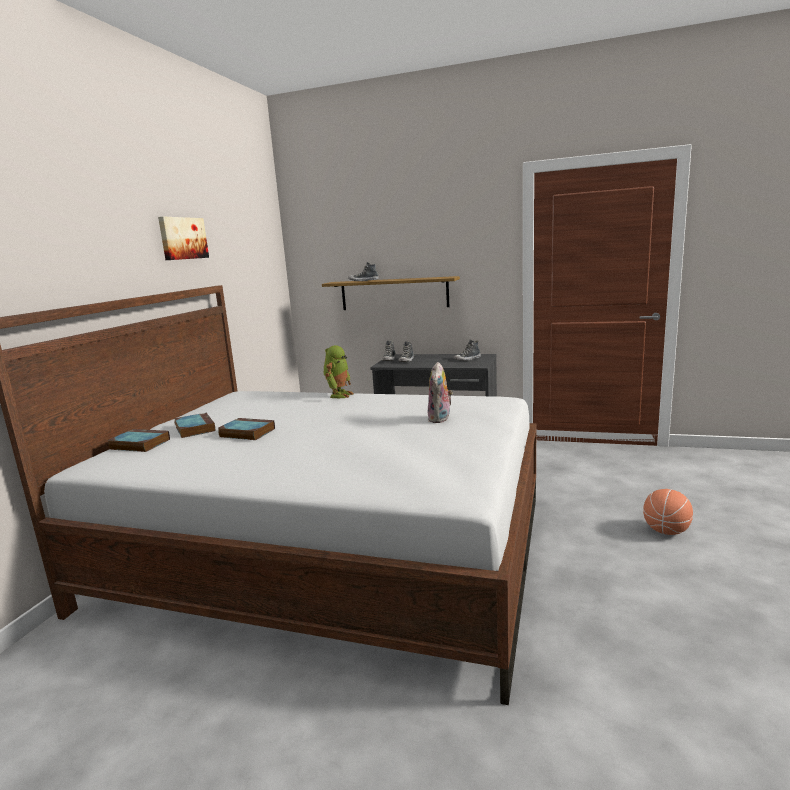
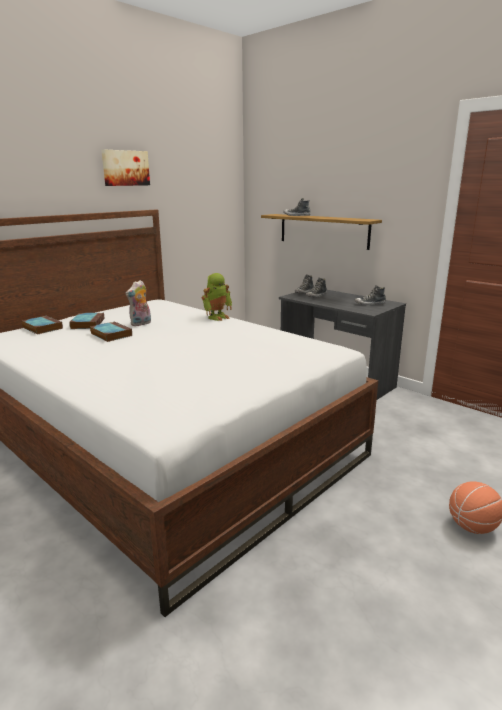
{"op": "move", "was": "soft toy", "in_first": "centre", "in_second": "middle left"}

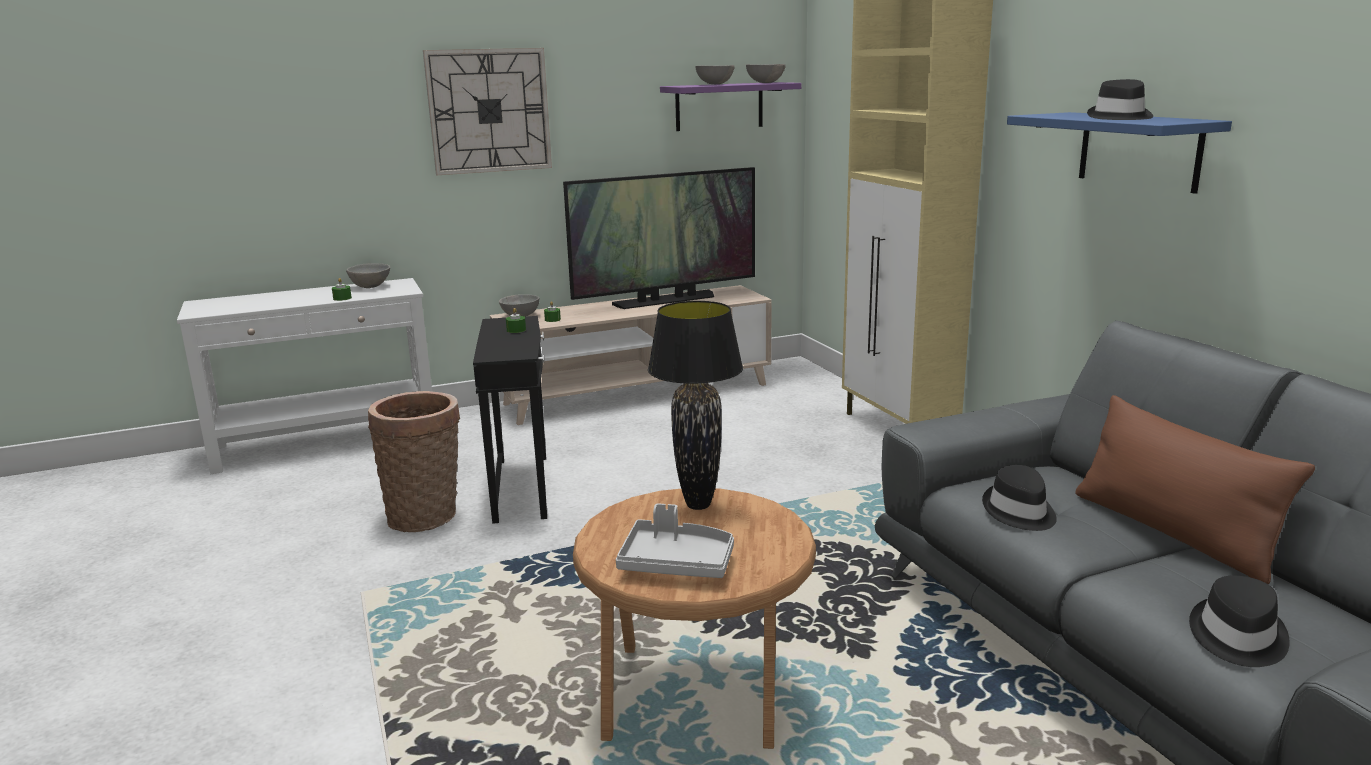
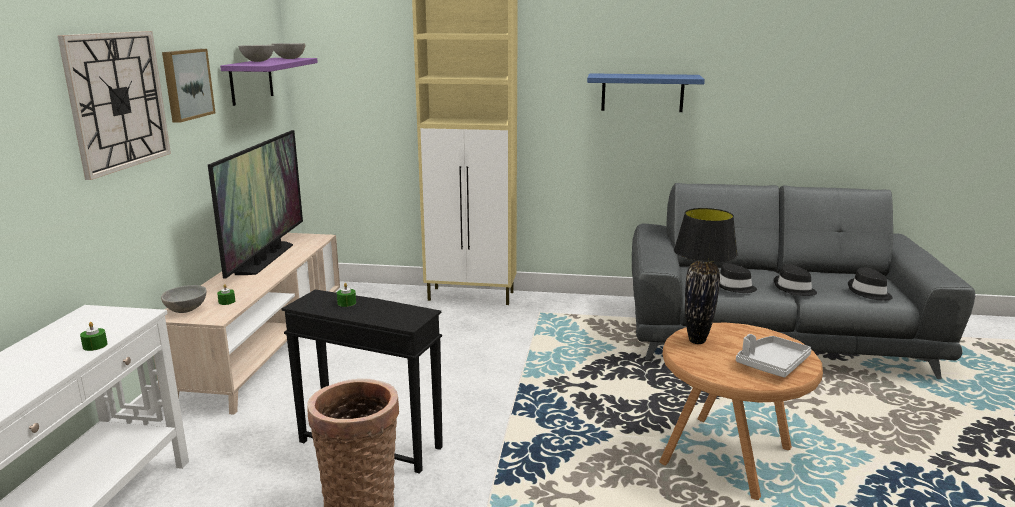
{"op": "insert", "now": "picture", "in_second": "top left"}
{"op": "move", "was": "wearable hat/black-coloured (2nd from left)", "in_first": "top right", "in_second": "middle right"}
{"op": "delete", "was": "bowl/greyish (1st from left)", "in_first": "middle left"}
{"op": "delete", "was": "throw pillow/brown", "in_first": "middle right"}

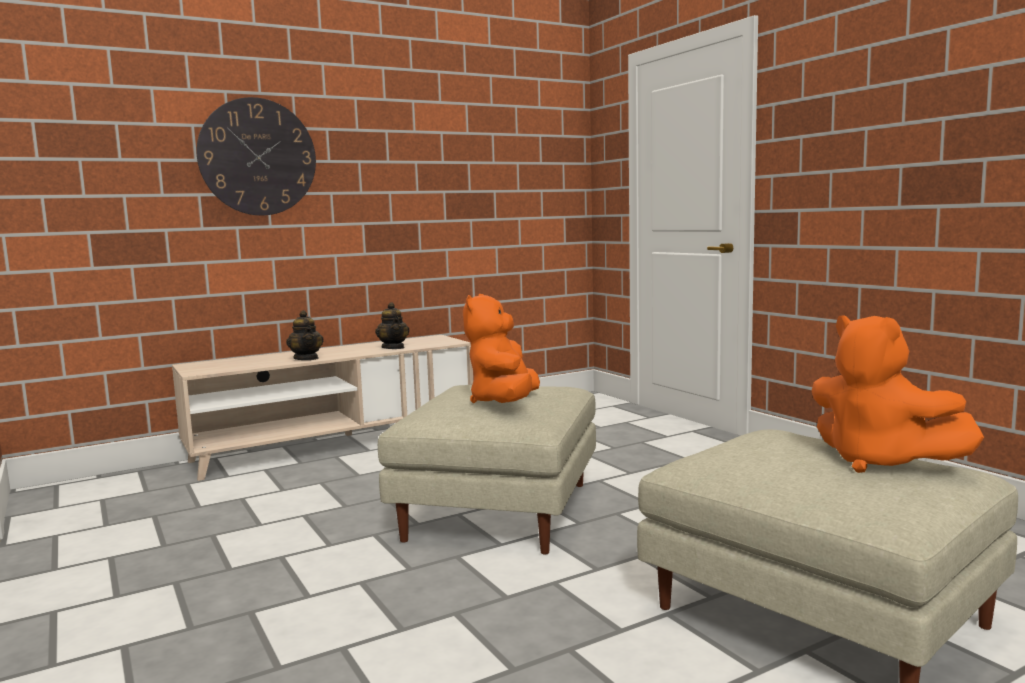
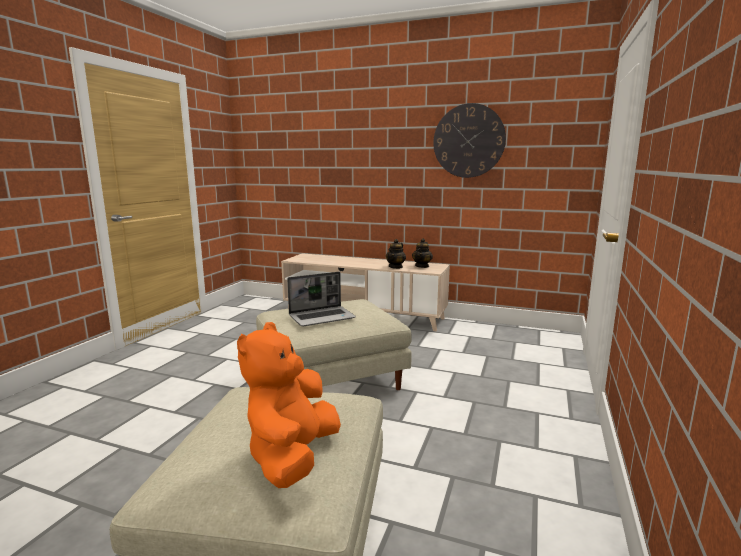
{"op": "replace", "was": "soft toy/orange (1st from left)", "now": "portable computer", "in_first": "centre", "in_second": "centre"}
{"op": "move", "was": "teapot (1st from left in the first image)", "now": "teapot (2nd from left)", "in_first": "middle left", "in_second": "centre"}
{"op": "move", "was": "clock on the wall", "in_first": "top left", "in_second": "top centre"}

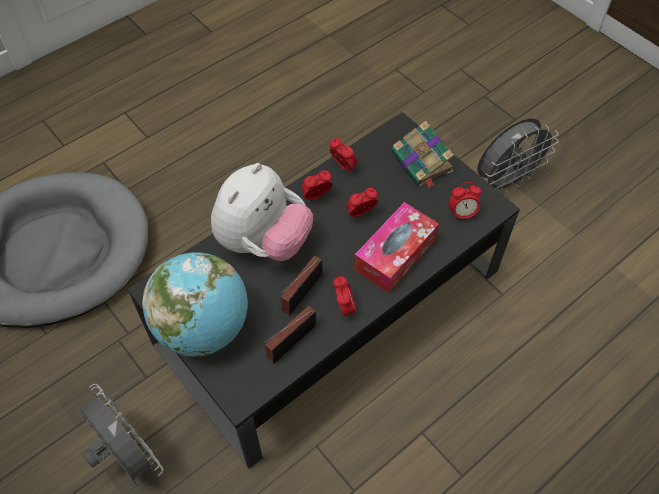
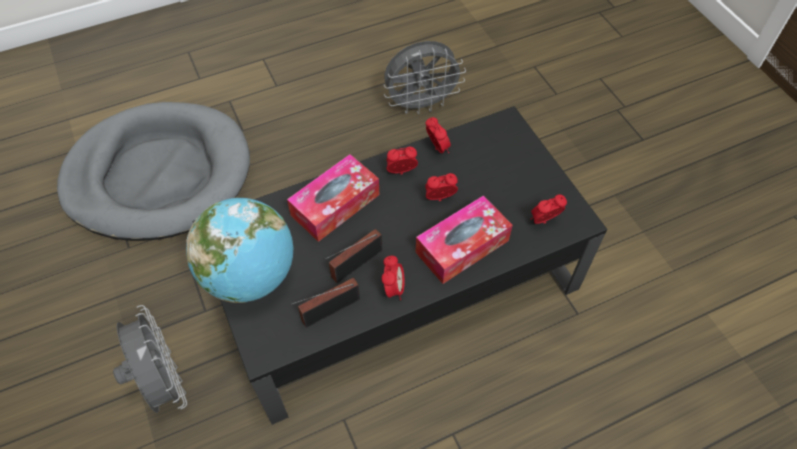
{"op": "replace", "was": "soft toy", "now": "tissue box (1st from left)", "in_first": "centre", "in_second": "centre"}
{"op": "move", "was": "electric fan/greyish (2nd from left)", "in_first": "top right", "in_second": "top centre"}
{"op": "rotate", "was": "table clock (5th from left)", "in_first": "middle right", "in_second": "middle right", "clockwise": 150}
{"op": "delete", "was": "volume", "in_first": "top centre"}

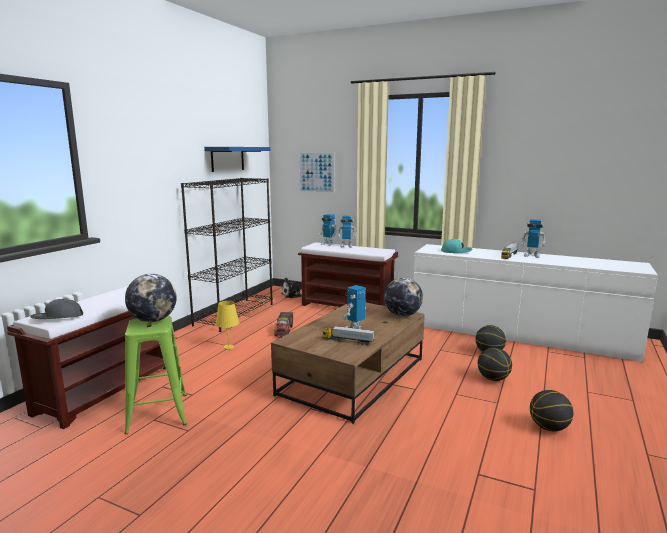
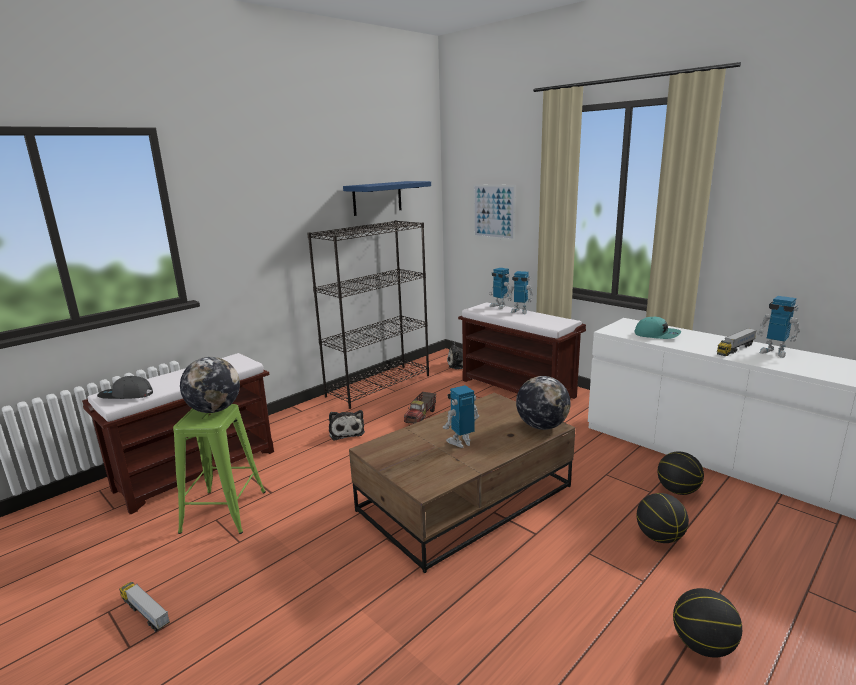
{"op": "move", "was": "toy lorry (2nd from left in the first image)", "now": "toy lorry (1st from left)", "in_first": "centre", "in_second": "bottom left"}
{"op": "replace", "was": "lamp for a table/yellow-coloured", "now": "soft toy (1st from left)", "in_first": "centre", "in_second": "centre"}

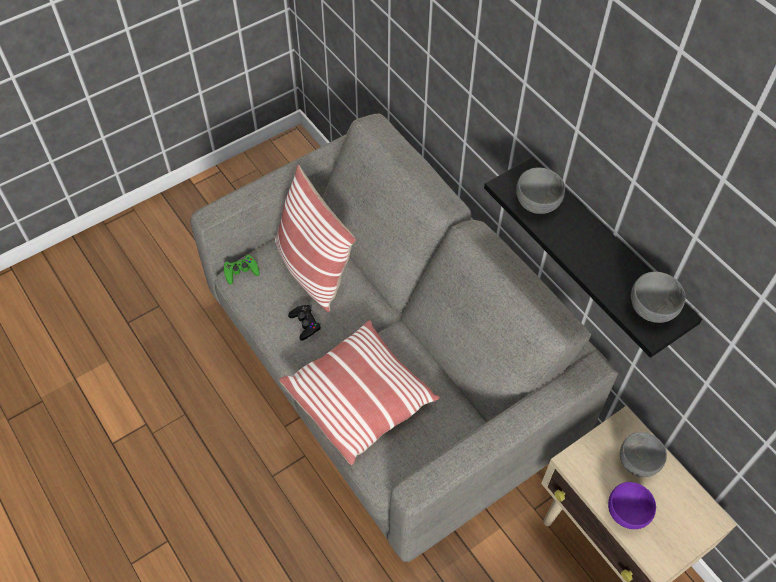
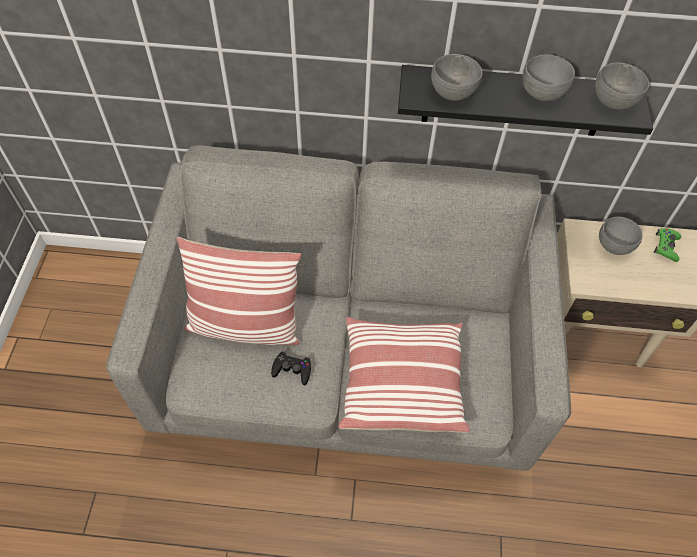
{"op": "insert", "now": "bowl/greyish (2nd from left)", "in_second": "top right"}
{"op": "move", "was": "game controller/green-coloured", "in_first": "middle left", "in_second": "middle right"}
{"op": "delete", "was": "bowl/purple-coloured", "in_first": "bottom right"}

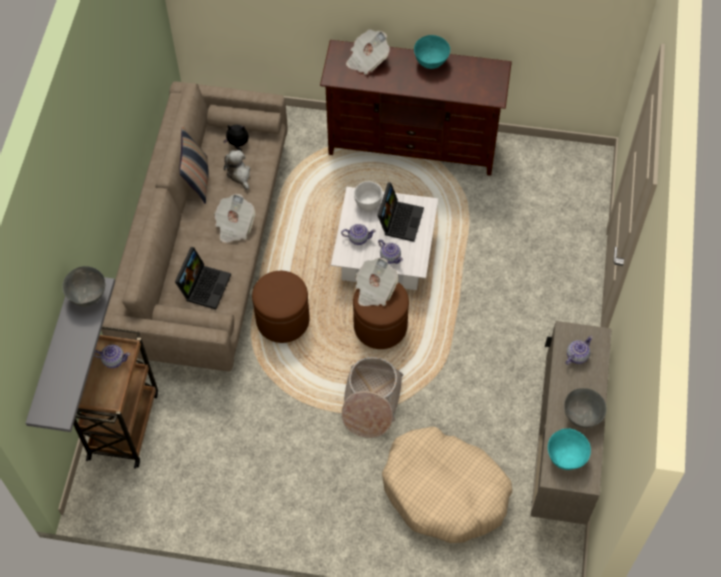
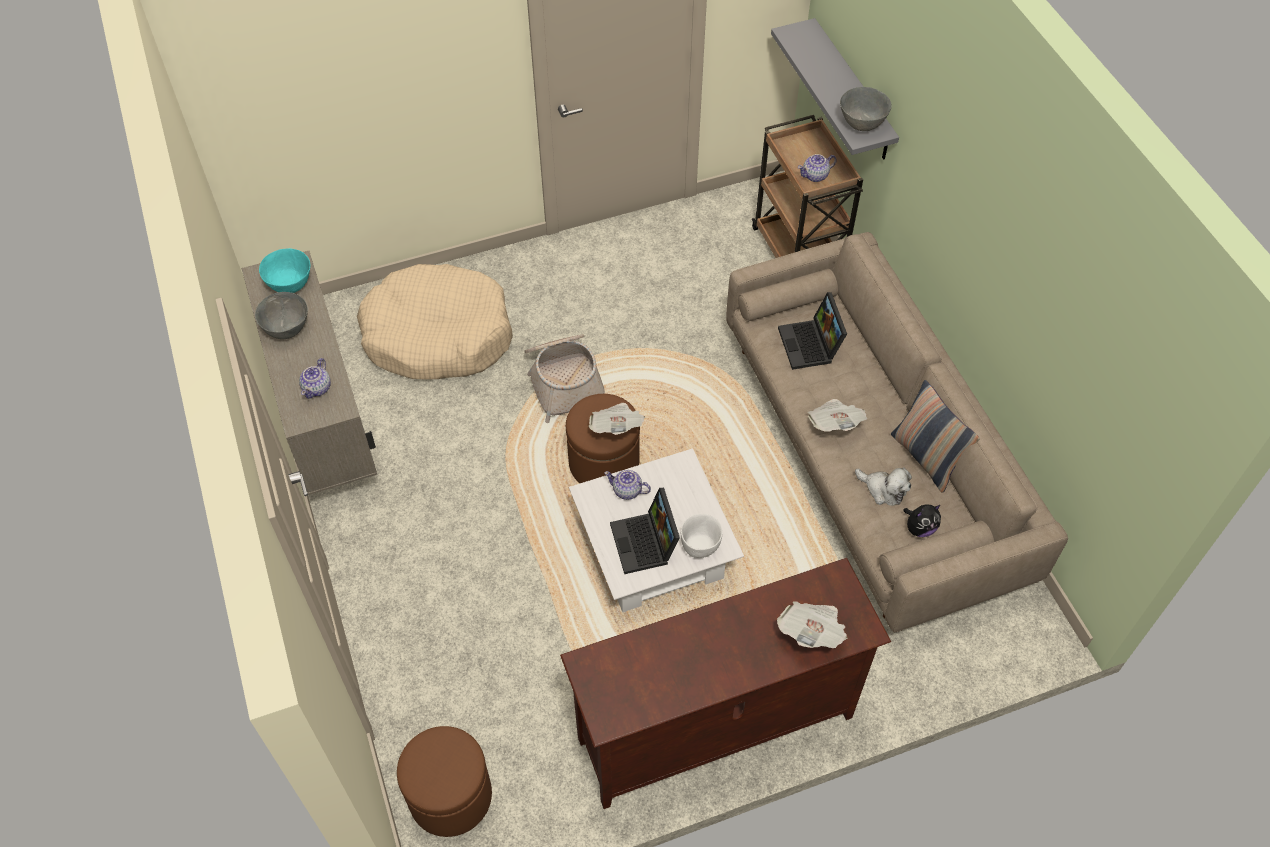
{"op": "move", "was": "pouffe/brown (1st from left)", "in_first": "centre", "in_second": "bottom centre"}
{"op": "delete", "was": "teapot (2nd from left)", "in_first": "centre"}
{"op": "delete", "was": "bowl/turquoise (1st from left)", "in_first": "top centre"}

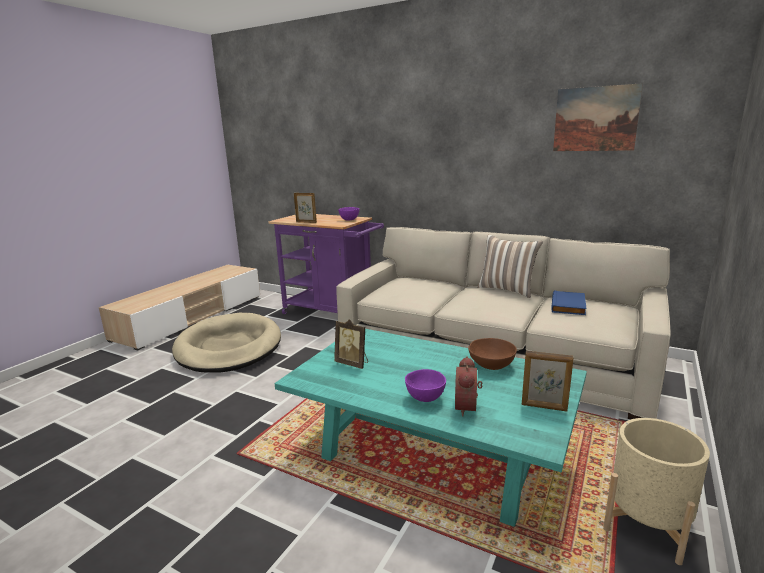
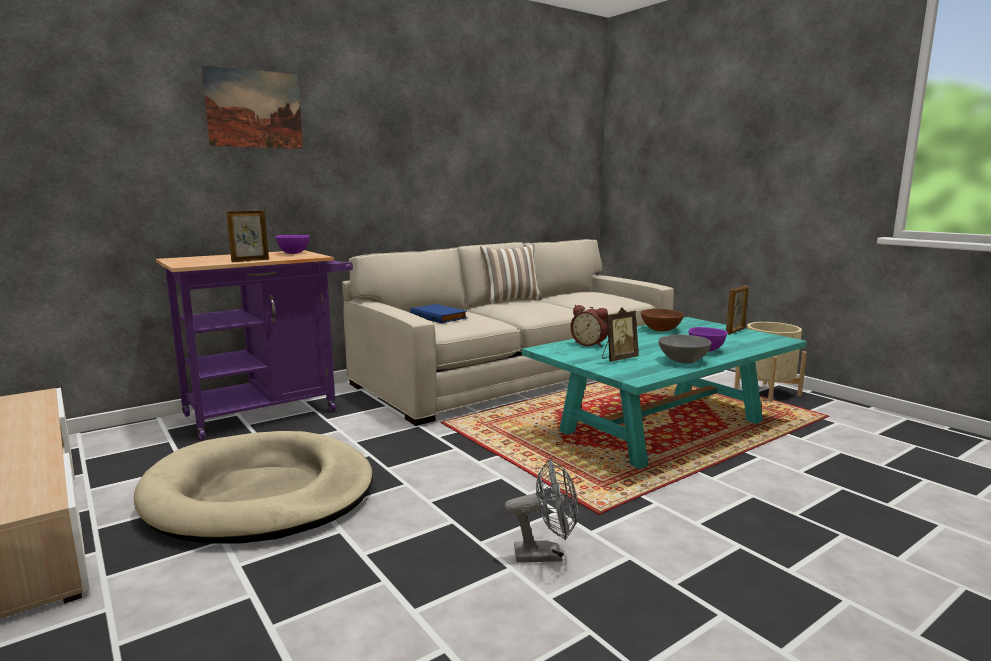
{"op": "move", "was": "picture", "in_first": "top right", "in_second": "top left"}
{"op": "move", "was": "volume/blue-coloured", "in_first": "middle right", "in_second": "centre"}
{"op": "insert", "now": "electric fan/greyish", "in_second": "bottom centre"}
{"op": "move", "was": "table clock", "in_first": "bottom centre", "in_second": "centre"}
{"op": "insert", "now": "bowl/greyish", "in_second": "middle right"}

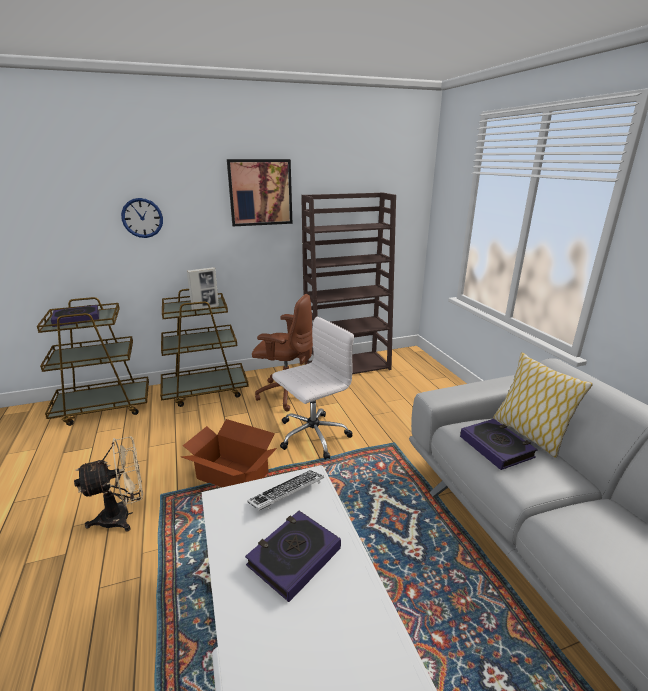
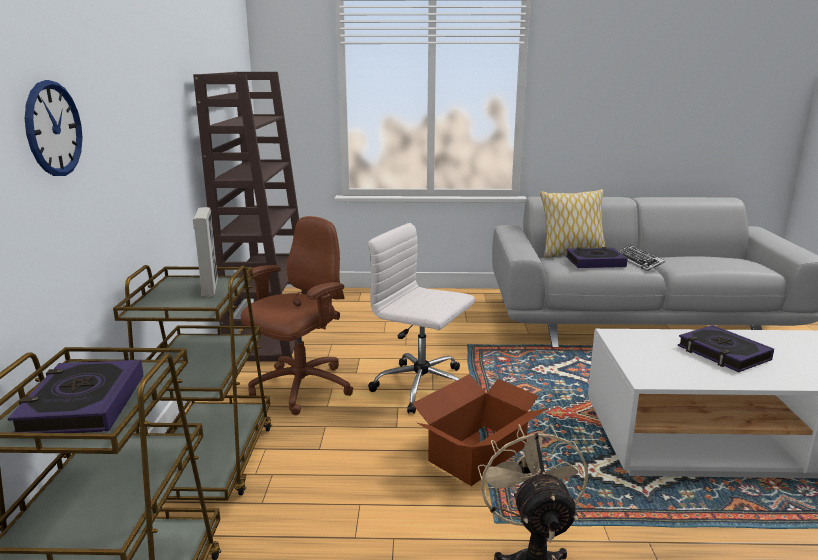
{"op": "rotate", "was": "desk chair/white", "in_first": "centre", "in_second": "centre", "clockwise": -45}
{"op": "move", "was": "keyboard", "in_first": "bottom centre", "in_second": "middle right"}
{"op": "delete", "was": "picture", "in_first": "top centre"}

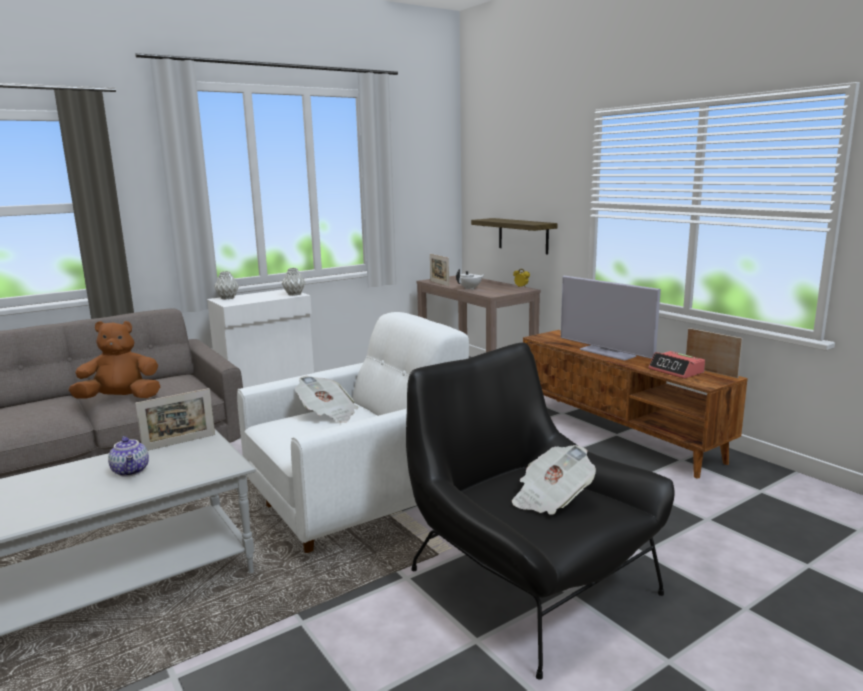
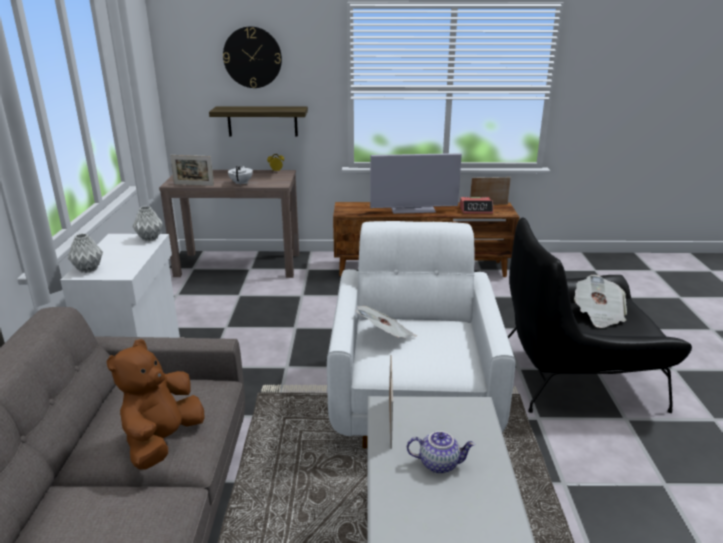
{"op": "insert", "now": "clock on the wall", "in_second": "top centre"}

